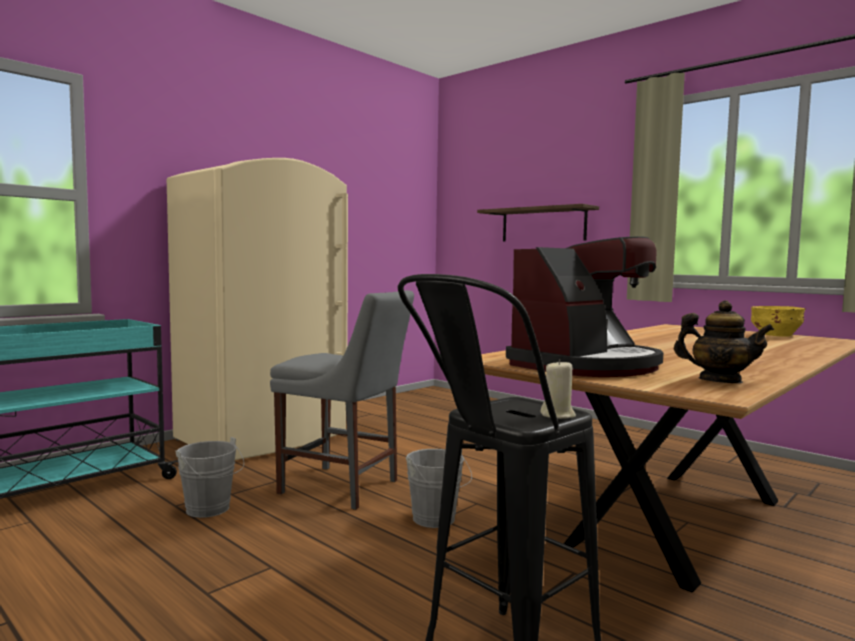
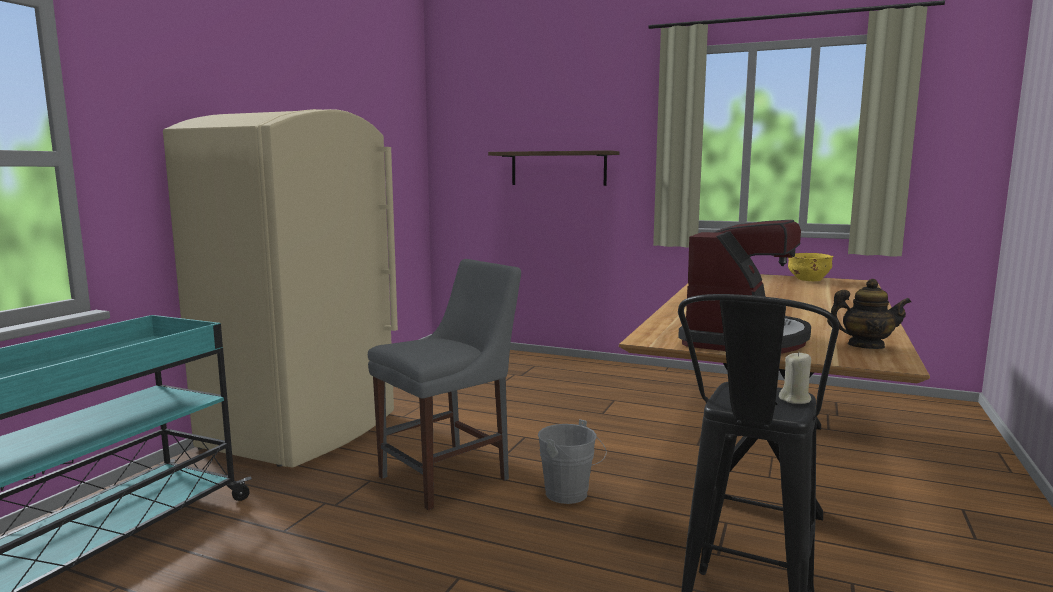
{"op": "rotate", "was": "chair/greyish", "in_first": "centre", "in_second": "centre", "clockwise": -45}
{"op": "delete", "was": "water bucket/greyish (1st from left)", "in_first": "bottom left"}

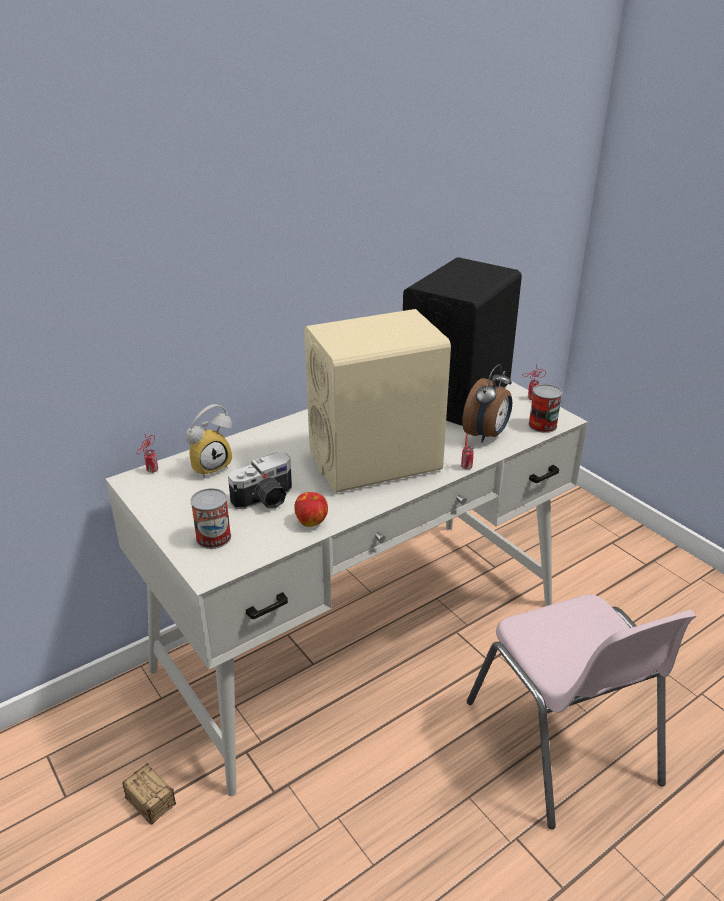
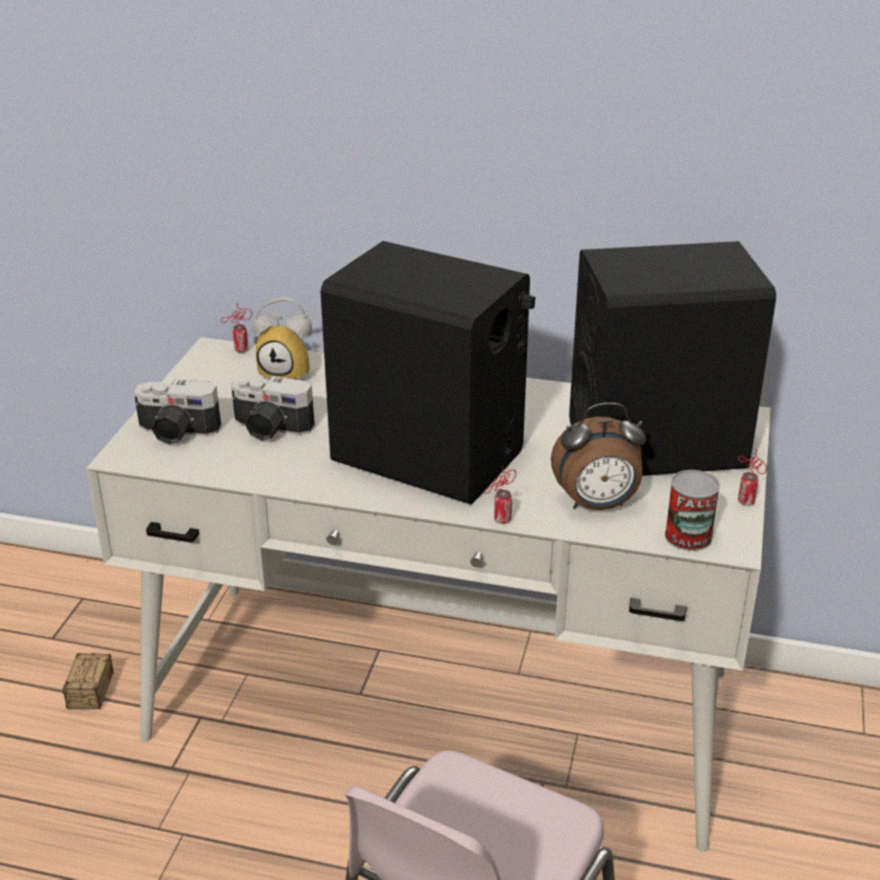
{"op": "replace", "was": "can (2nd from left)", "now": "photo camera (1st from left)", "in_first": "middle left", "in_second": "middle left"}
{"op": "recolor", "was": "loudspeaker/beige-coloured", "now": "loudspeaker/black-coloured (1st from left)", "in_first": "centre", "in_second": "centre"}
{"op": "delete", "was": "apple fruit", "in_first": "centre"}

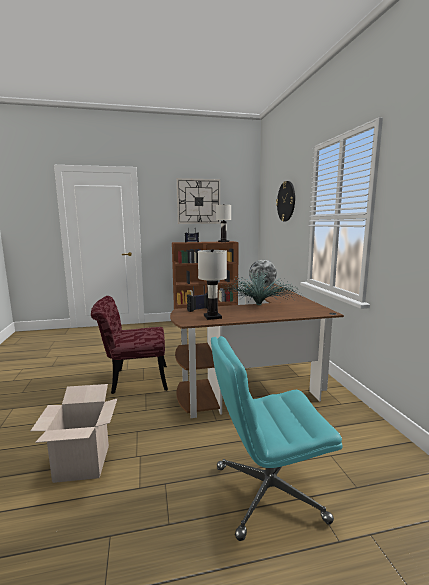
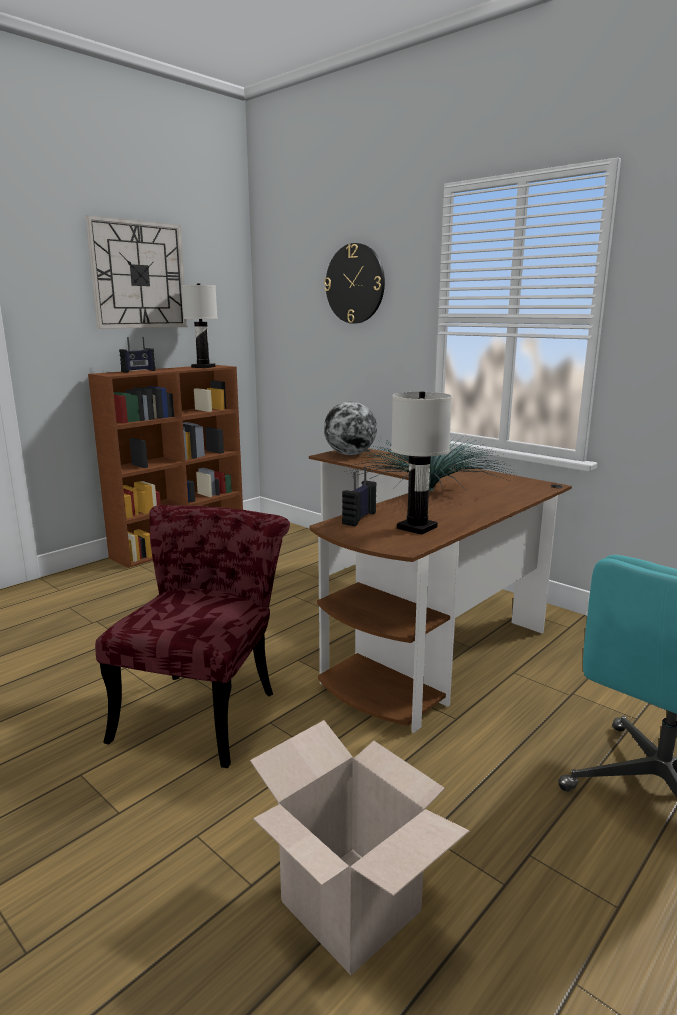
{"op": "rotate", "was": "chair/reddish", "in_first": "middle left", "in_second": "middle left", "clockwise": 150}

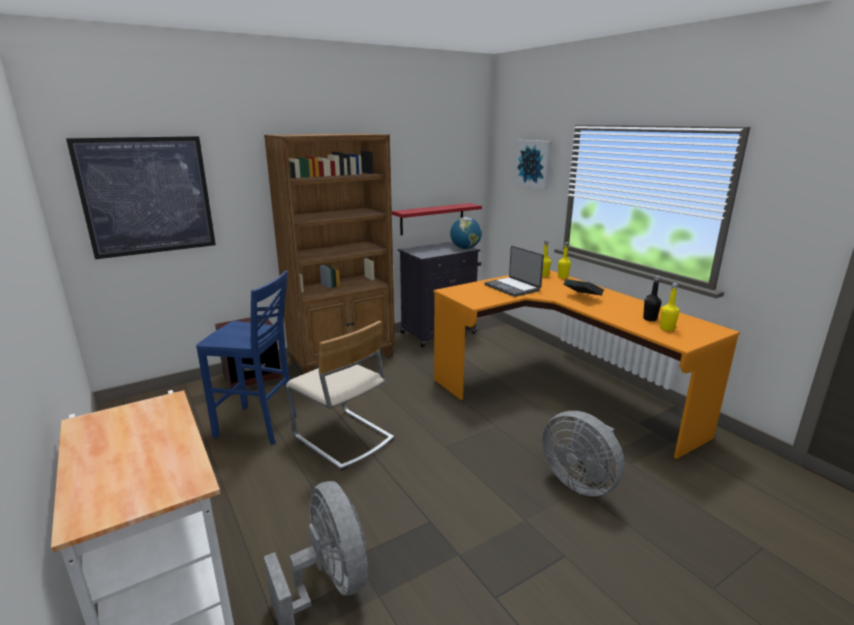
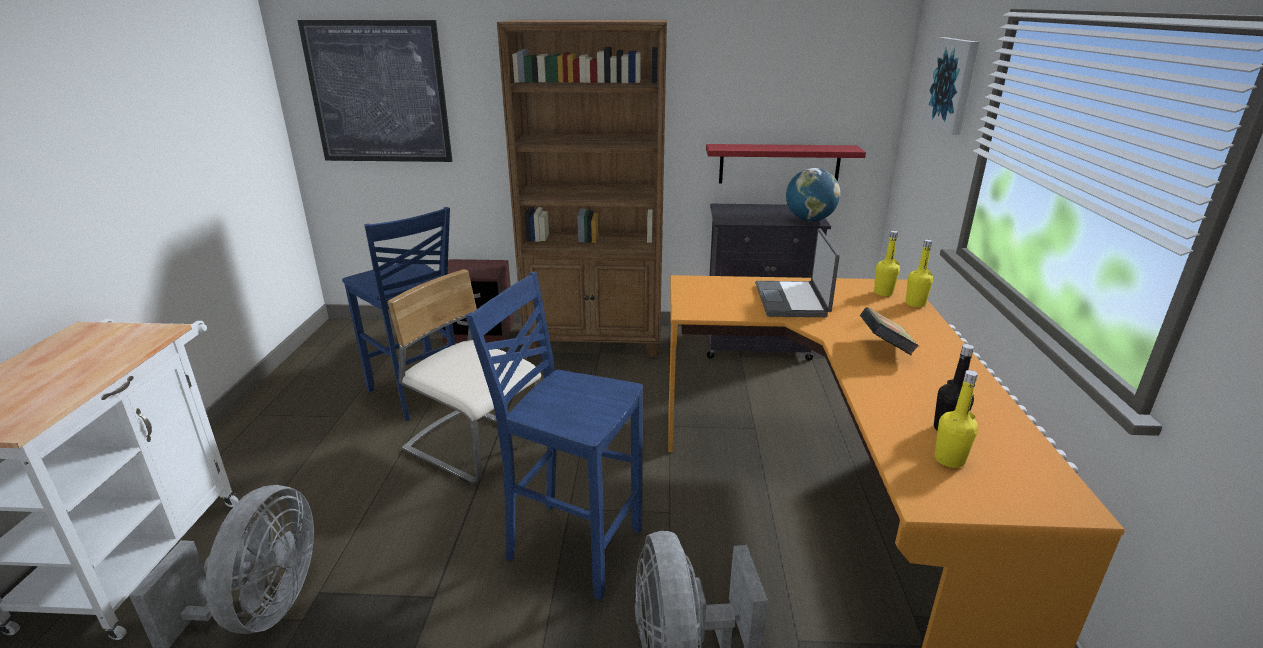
{"op": "rotate", "was": "chair/beige-coloured", "in_first": "centre", "in_second": "centre", "clockwise": 135}
{"op": "insert", "now": "sitting stool/blue-coloured (2nd from left)", "in_second": "bottom centre"}

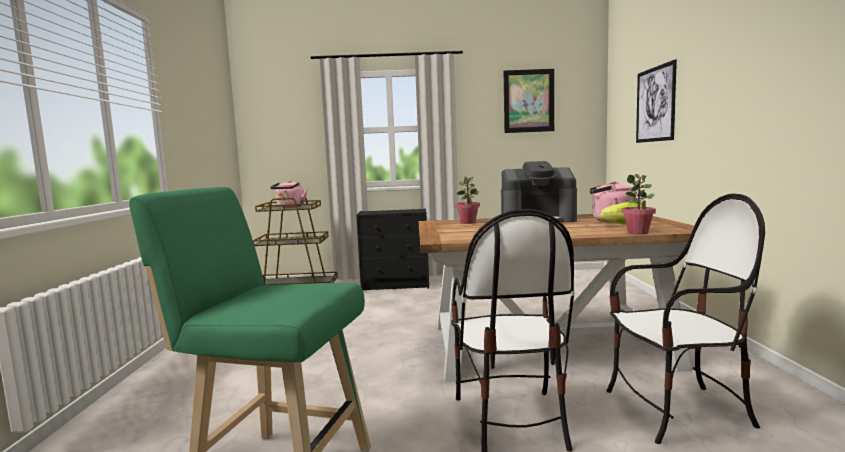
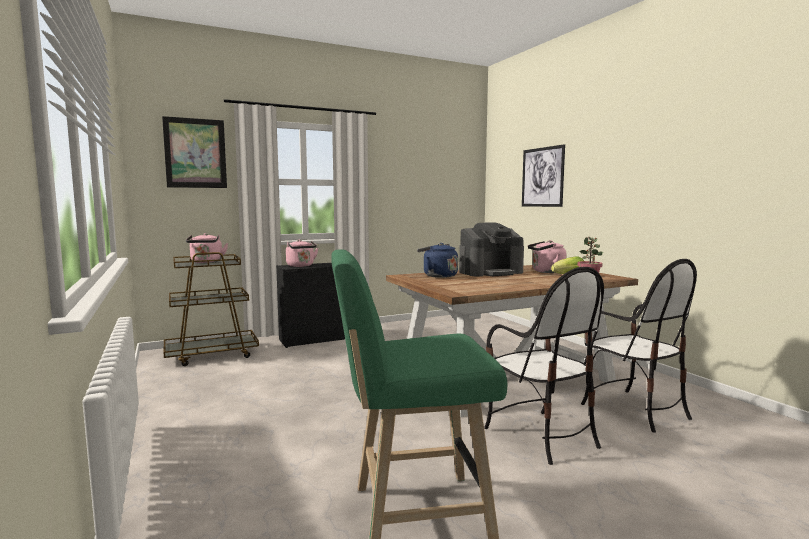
{"op": "move", "was": "picture (1st from left)", "in_first": "top centre", "in_second": "top left"}
{"op": "insert", "now": "tea kettle/pink-coloured (2nd from left)", "in_second": "centre"}
{"op": "replace", "was": "houseplant (1st from left)", "now": "tea kettle/blue-coloured", "in_first": "centre", "in_second": "centre"}
{"op": "rotate", "was": "chair (2nd from left)", "in_first": "bottom right", "in_second": "middle right", "clockwise": 90}

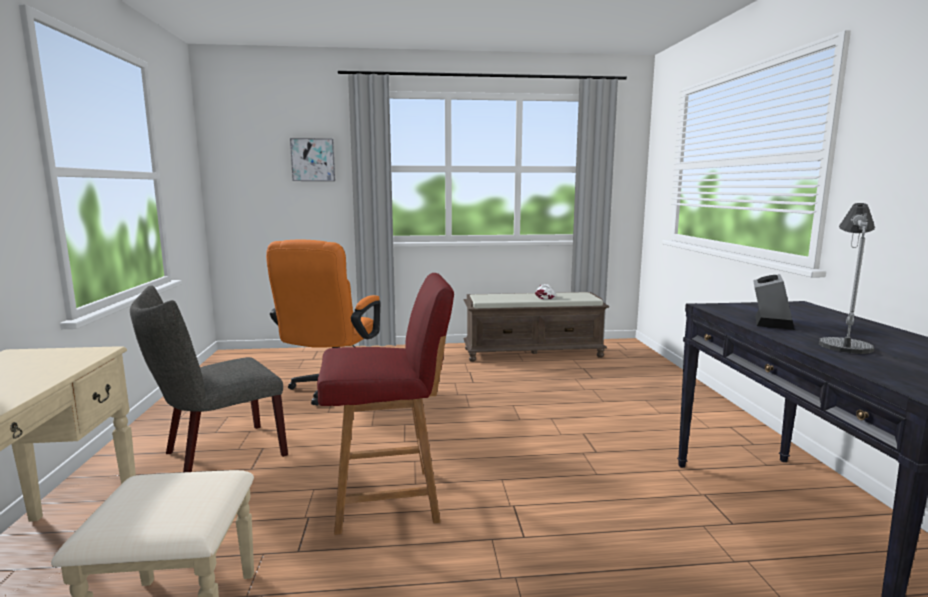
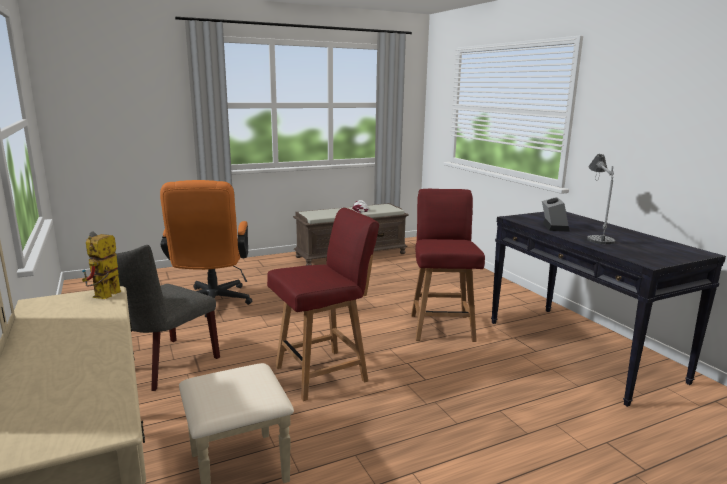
{"op": "insert", "now": "robot figure", "in_second": "middle left"}
{"op": "insert", "now": "chair/reddish (2nd from left)", "in_second": "centre"}
{"op": "delete", "was": "picture", "in_first": "top centre"}

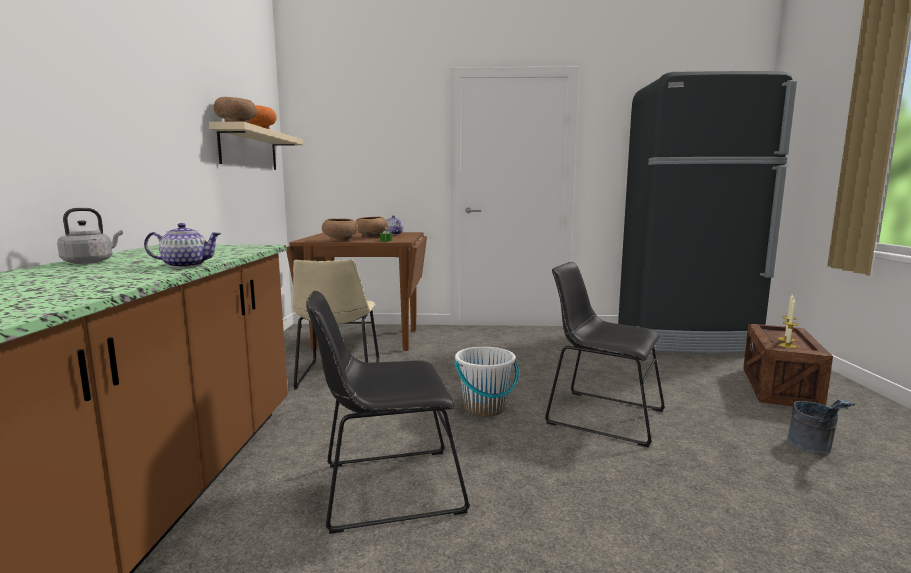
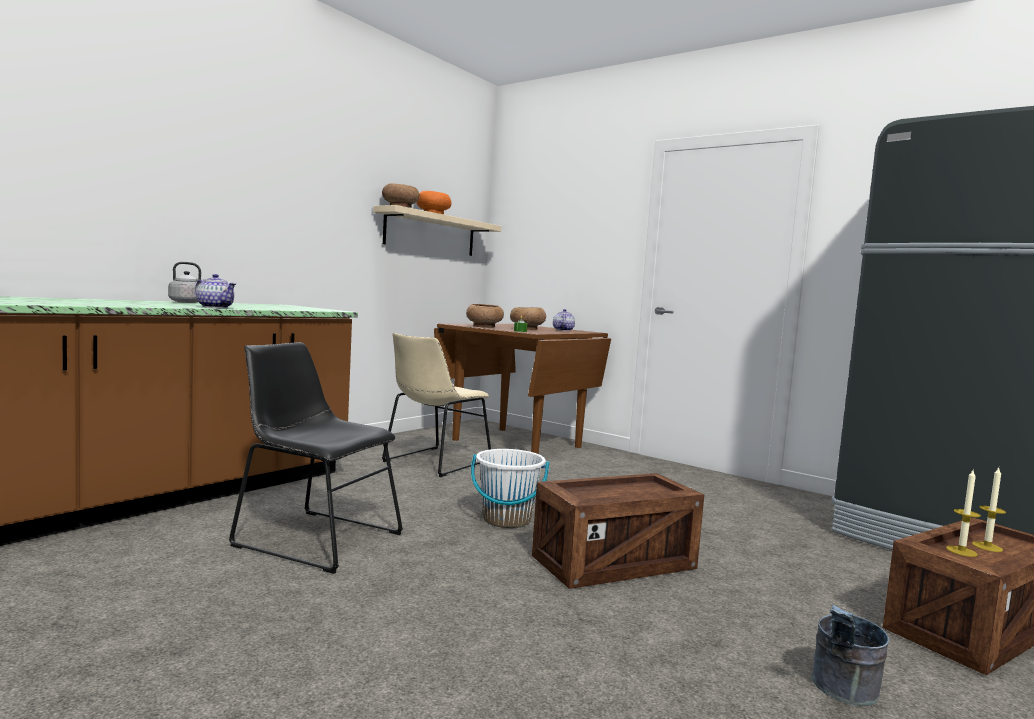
{"op": "replace", "was": "chair/black-coloured (2nd from left)", "now": "packing crate (1st from left)", "in_first": "centre", "in_second": "bottom centre"}

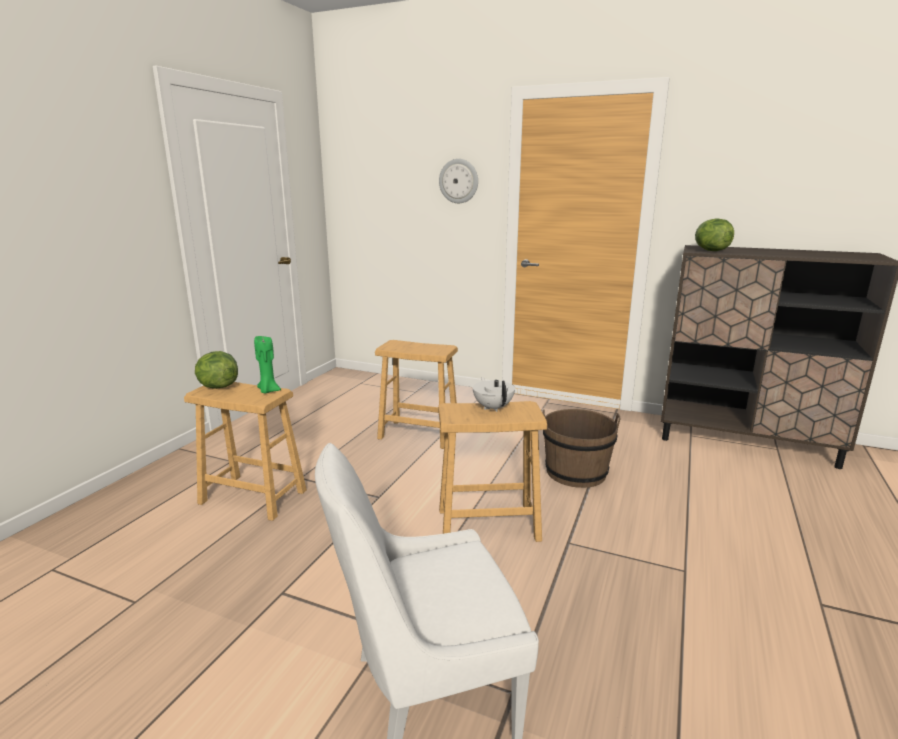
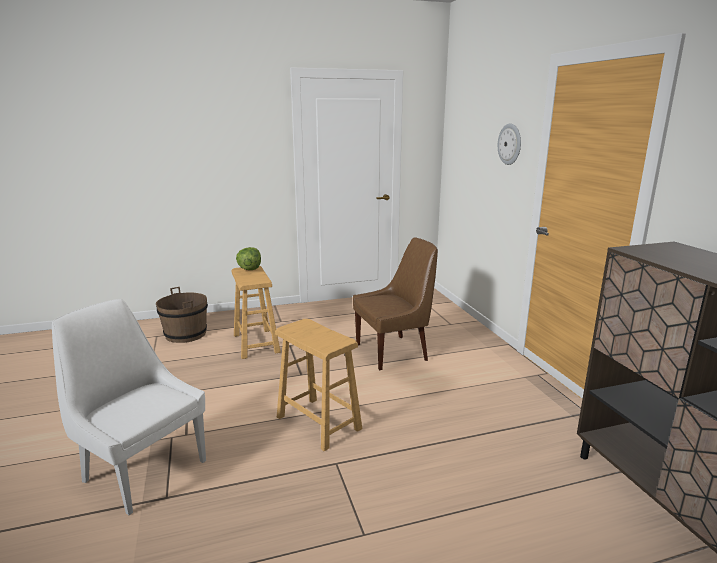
{"op": "move", "was": "water bucket/brown", "in_first": "centre", "in_second": "middle left"}
{"op": "replace", "was": "sitting stool/brown (2nd from left)", "now": "chair/brown", "in_first": "centre", "in_second": "centre"}
{"op": "delete", "was": "wax light/green-coloured", "in_first": "middle left"}
{"op": "delete", "was": "teapot/white", "in_first": "centre"}
{"op": "delete", "was": "head of lettuce (2nd from left)", "in_first": "top right"}

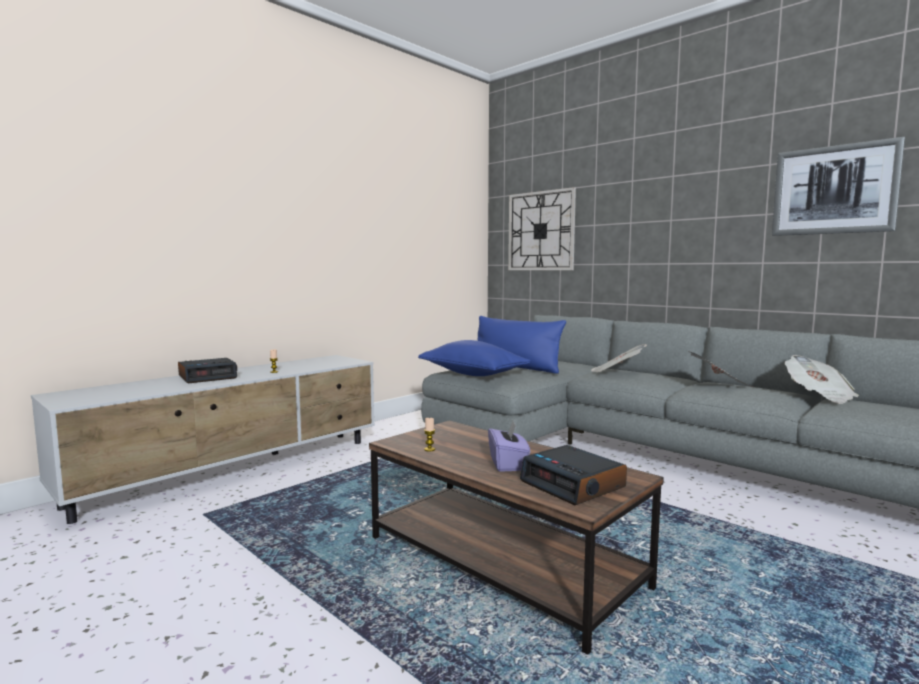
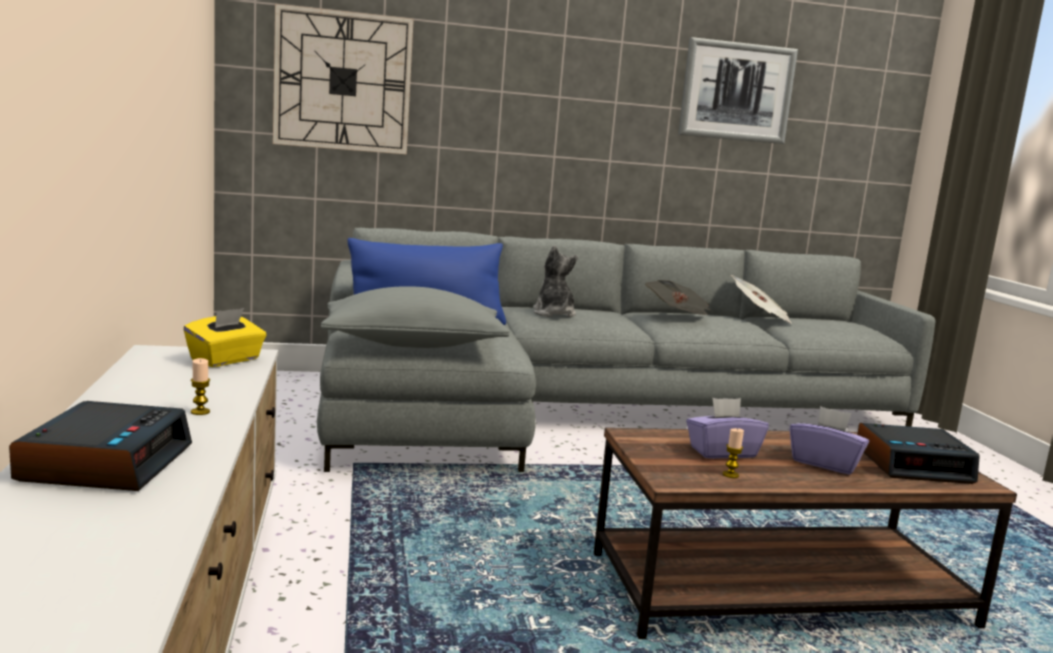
{"op": "insert", "now": "tissue box/yellow-coloured", "in_second": "middle left"}
{"op": "recolor", "was": "throw pillow/blue-coloured (1st from left)", "now": "throw pillow/greyish", "in_first": "centre", "in_second": "centre"}
{"op": "replace", "was": "printed paper (1st from left)", "now": "soft toy", "in_first": "middle right", "in_second": "centre"}
{"op": "insert", "now": "tissue box/purple-coloured (1st from left)", "in_second": "middle right"}

